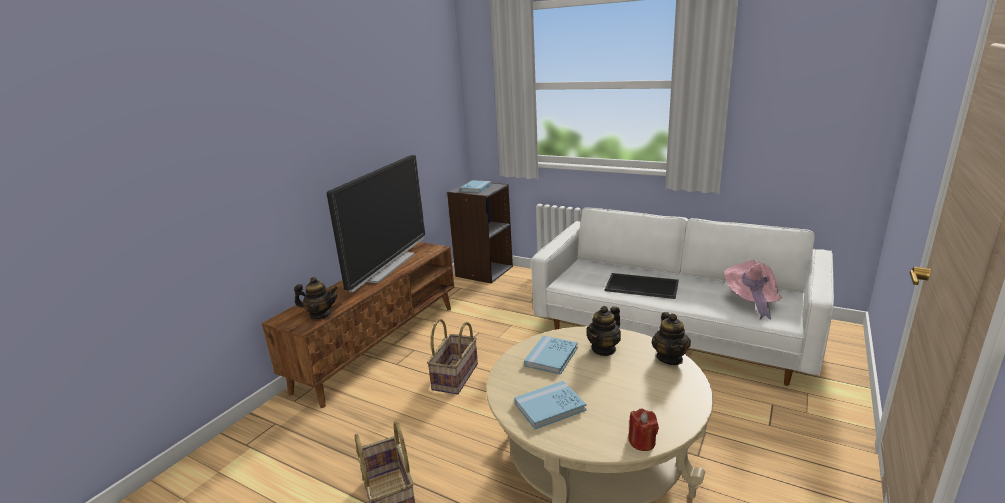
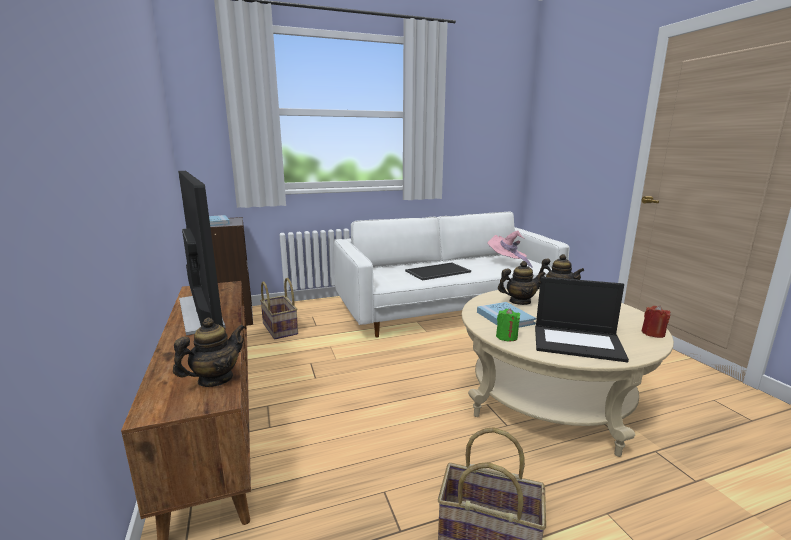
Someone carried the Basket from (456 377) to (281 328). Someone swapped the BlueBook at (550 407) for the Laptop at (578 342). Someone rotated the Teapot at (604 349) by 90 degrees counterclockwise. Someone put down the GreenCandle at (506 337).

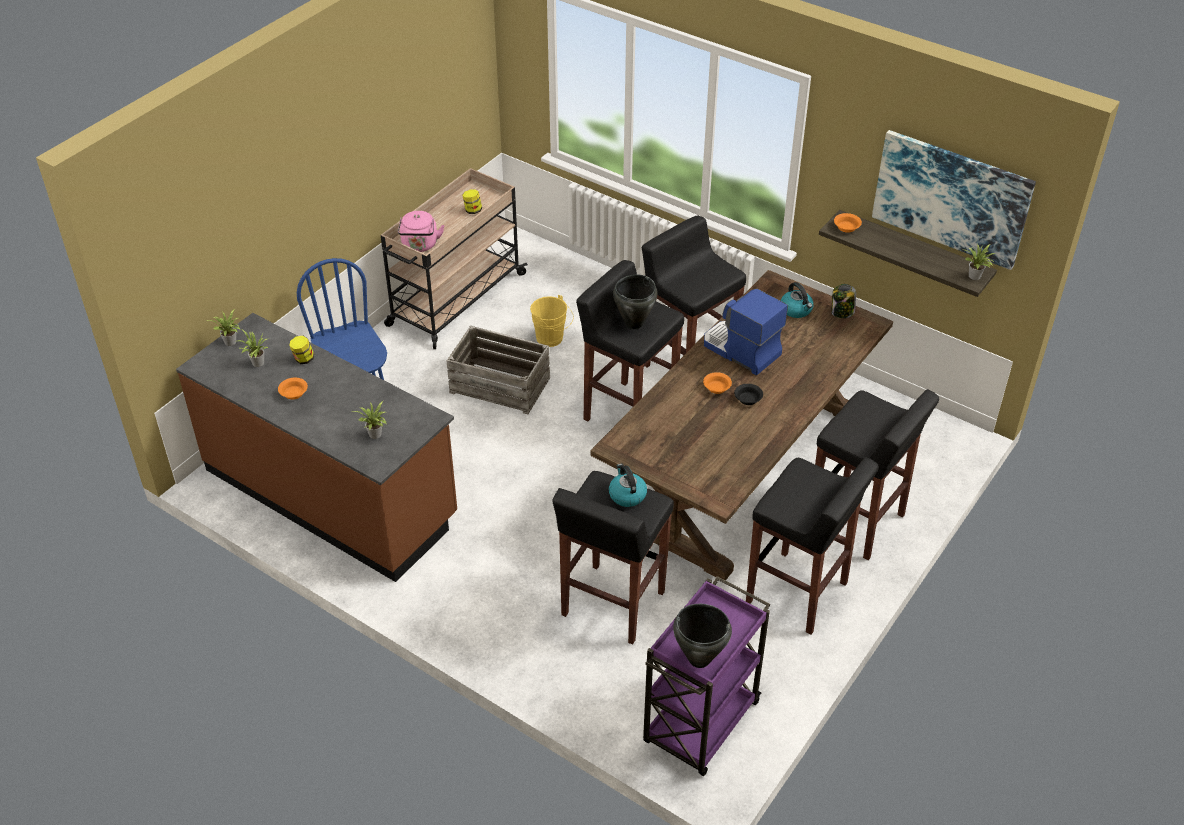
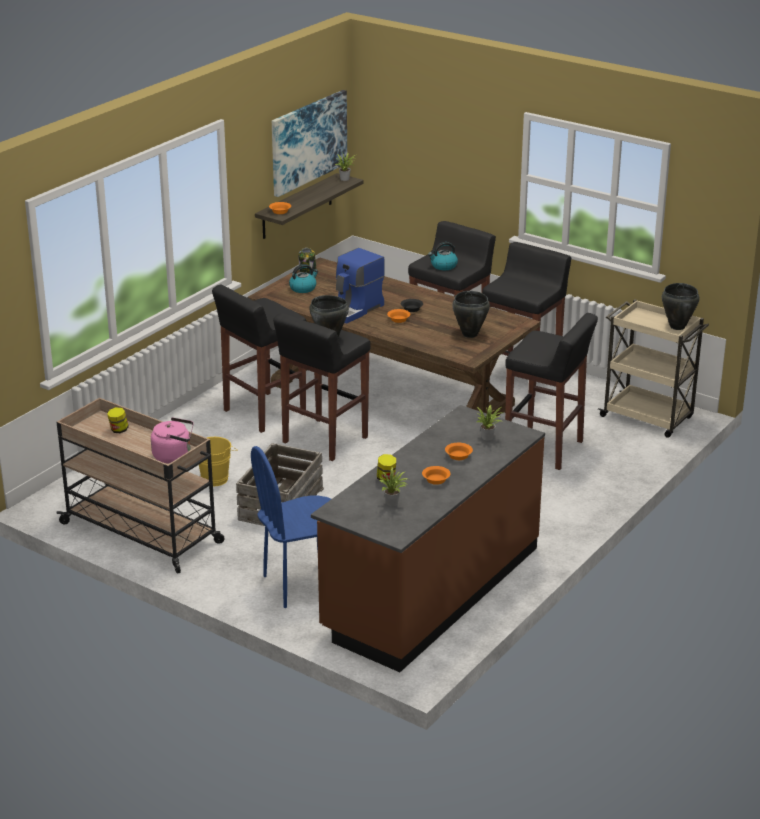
Someone took away the PottedPlant at (230 343). Someone carried the Kettle from (627 495) to (443 266). Someone repainted the PurpleCart at (700 725), which became the BeigeCart at (648 418). Someone put down the OrangeBowl at (457 456). Someone put down the BlackCookingPot at (469 334).

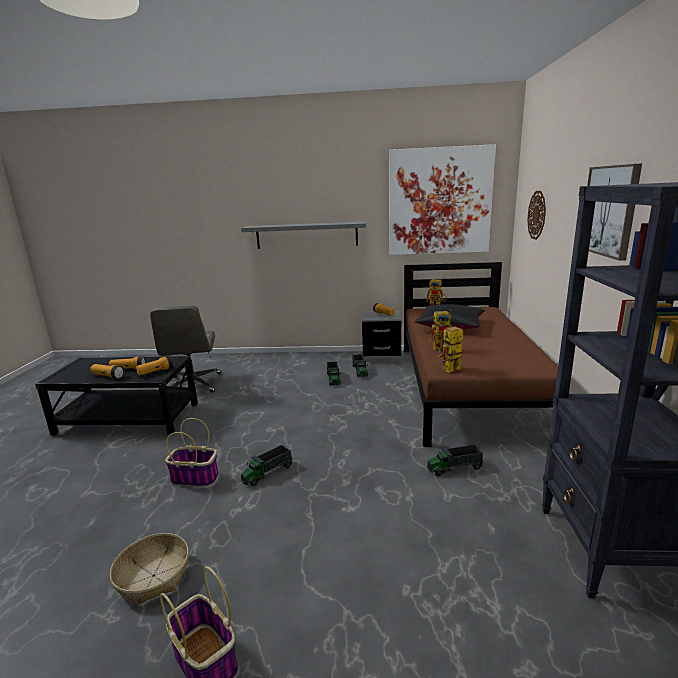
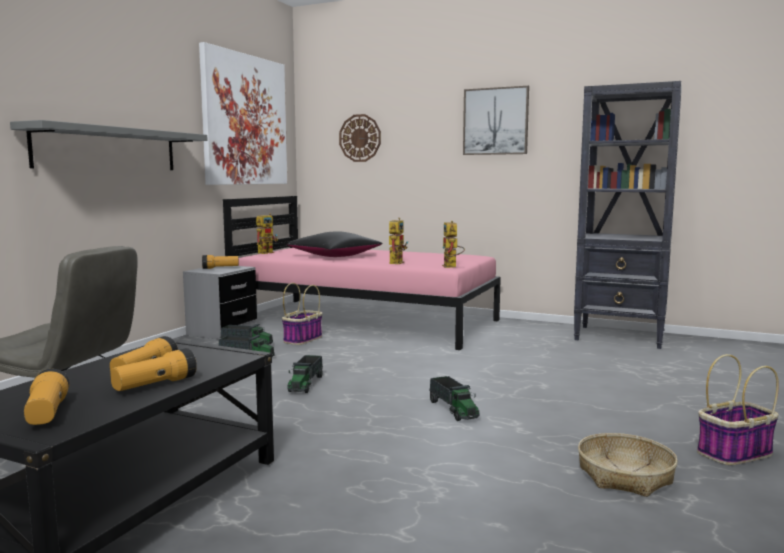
Someone carried the Flashlight from (156 371) to (47 413). Someone carried the Basket from (196 478) to (303 339). Someone repainted the BrownBed at (467 387), which became the PinkBed at (364 321). Someone carried the ToyTruck from (454 468) to (306 384).

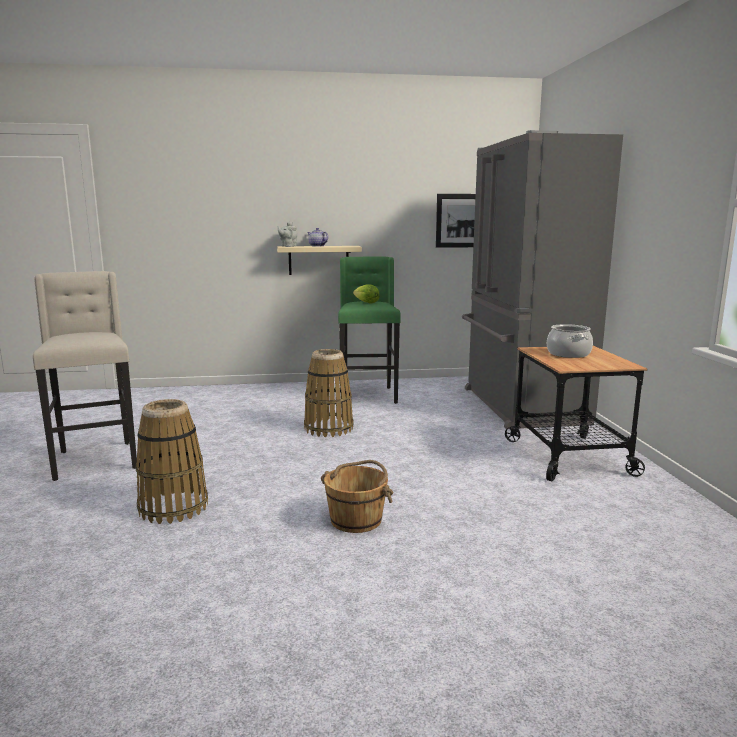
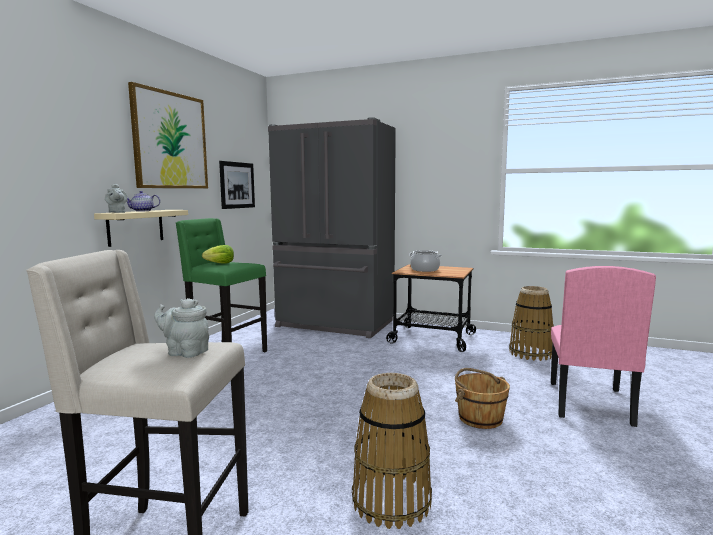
Someone carried the Basket from (329 428) to (531 353). Someone put up the Picture at (170 140). Someone put down the GreyTeapot at (185 352). Someone put down the PinkChair at (588 403).

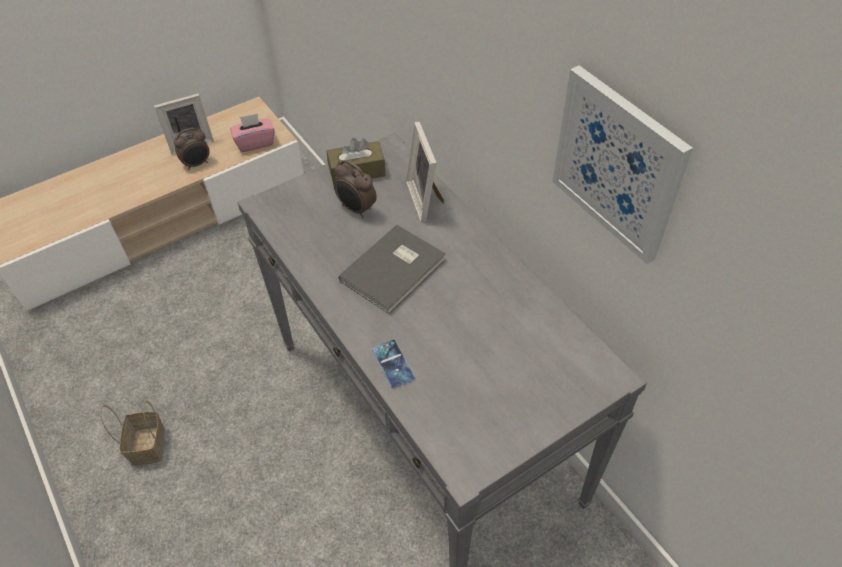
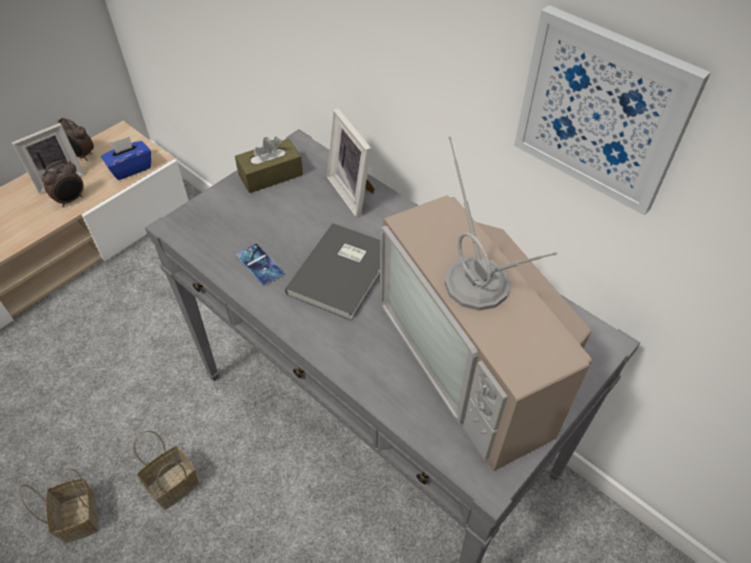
Someone repainted the PinkTissueBox at (255 143), which became the BlueTissueBox at (131 168). Someone carried the AlarmClock from (356 209) to (81 156). Someone carried the Phone from (393 364) to (260 264). Someone put down the Basket at (173 487). Someone put down the Television at (476 361).

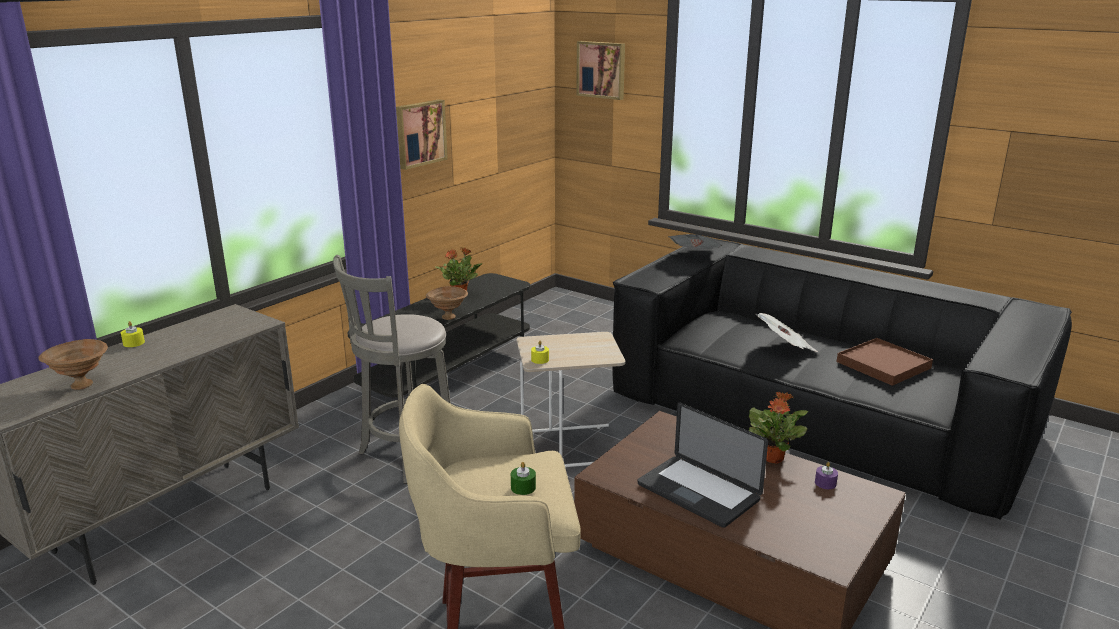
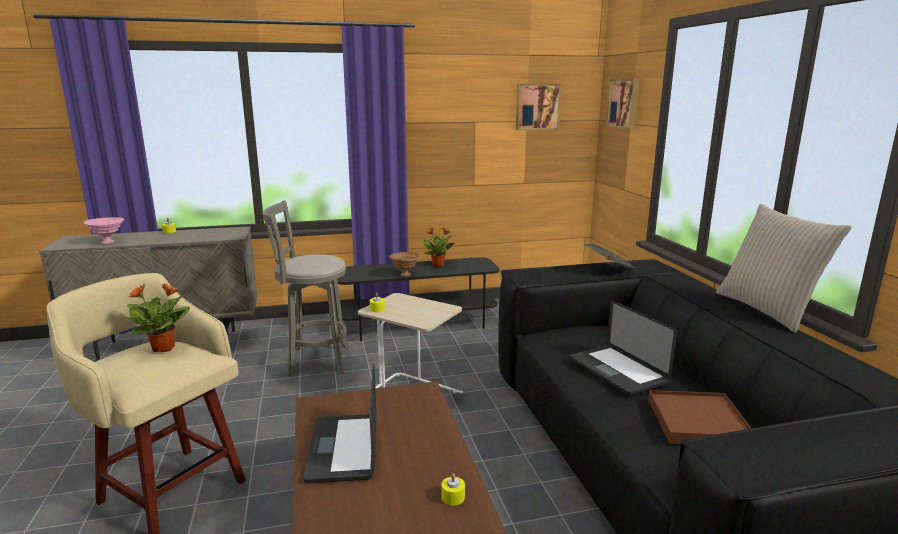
Someone repainted the BrownBowl at (80 385), which became the PinkBowl at (107 242). Someone carried the Picture from (419 133) to (537 106). Someone took away the GreenCandle at (523 487). Someone carried the PottedPlant from (773 457) to (164 348). Someone swapped the Newspaper at (785 347) for the Laptop at (617 371). Someone repainted the PurpleCandle at (825 483), which became the YellowCandle at (453 497). Someone put down the BeigePillow at (768 310).

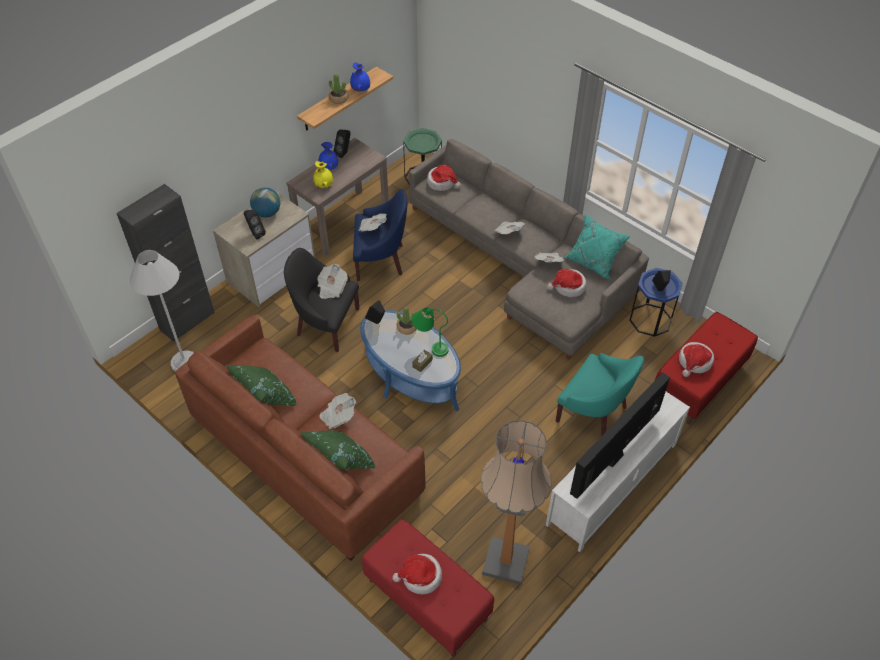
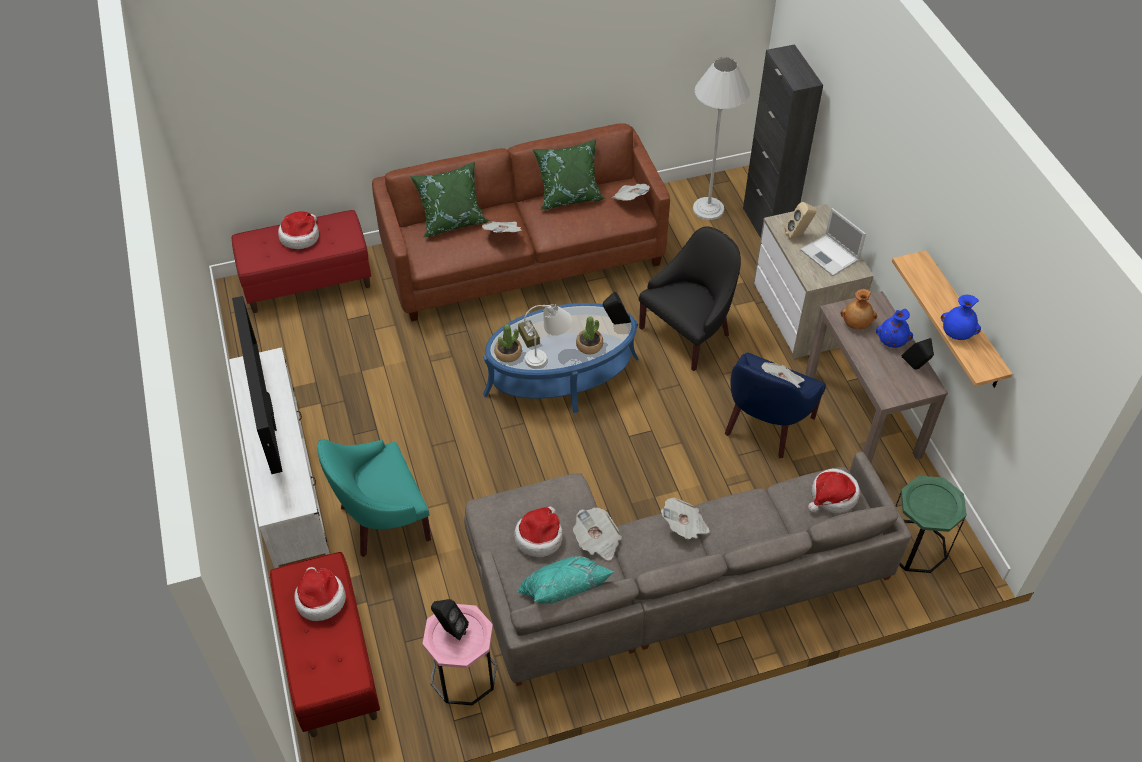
Someone repainted the BlackSpeaker at (255 234), which became the BeigeSpeaker at (798 235). Someone swapped the Globe at (267 213) for the Laptop at (830 255). Someone repainted the YellowVase at (324 185), which became the BrownVase at (856 324). Someone carried the Newspaper from (331 288) to (631 199). Someone carried the PottedPlant from (338 99) to (508 353). Someone repainted the GreenTableLamp at (430 345), which became the WhiteTableLamp at (549 354). Someone took away the FloorLamp at (506 561). Someone repainted the BlueSideTable at (650 320), which became the PinkSideTable at (463 674).

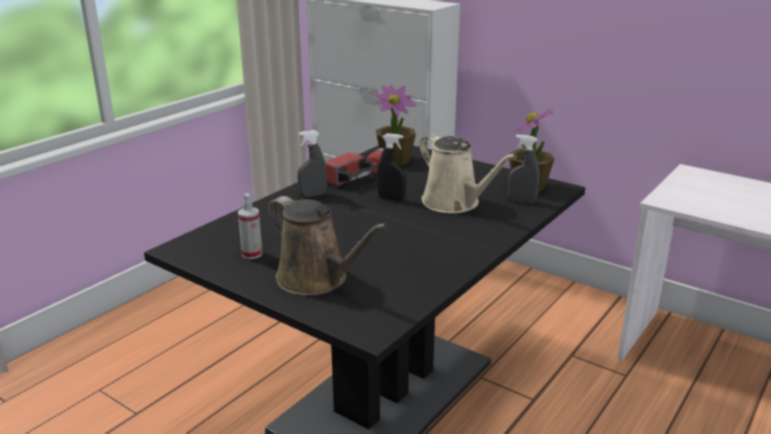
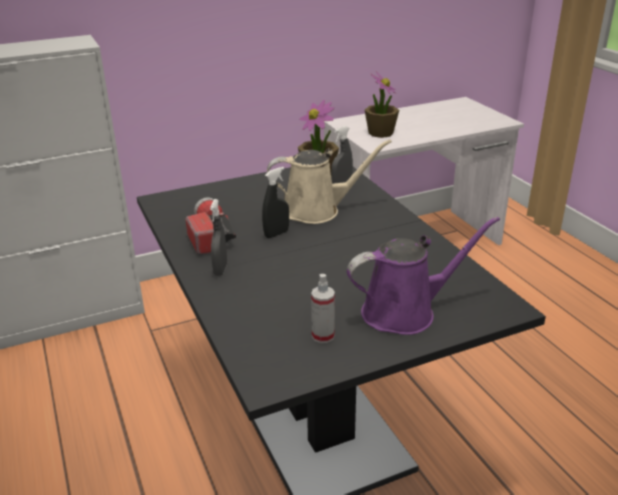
Someone repainted the BrownWateringCan at (317 280), which became the PurpleWateringCan at (405 312). Someone carried the PottedPlant from (395 160) to (380 133).

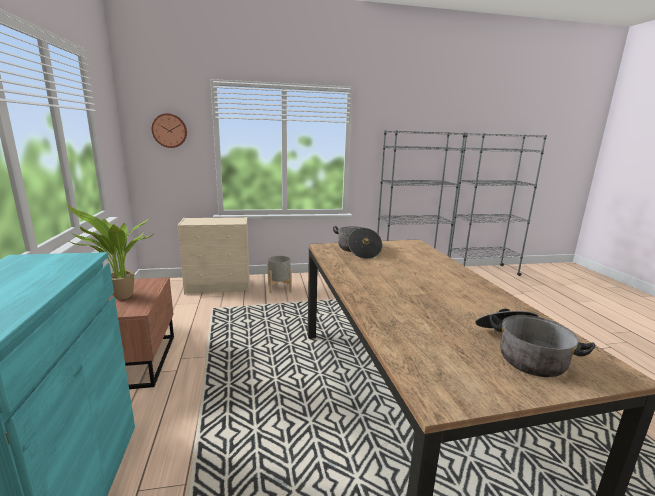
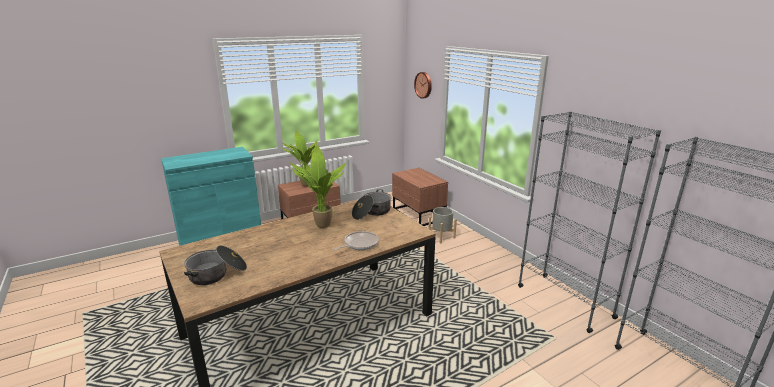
Someone swapped the BeigeDresser at (219 287) for the BrownNightstand at (418 215). Someone put down the PottedPlant at (320 225). Someone put down the FryingPan at (359 244).

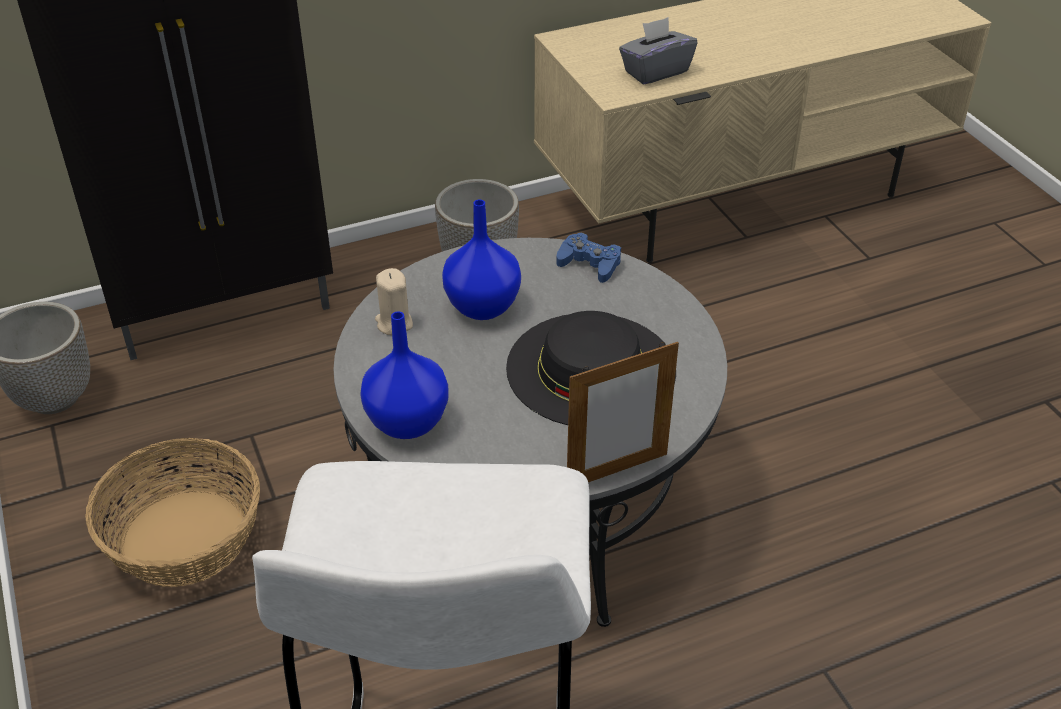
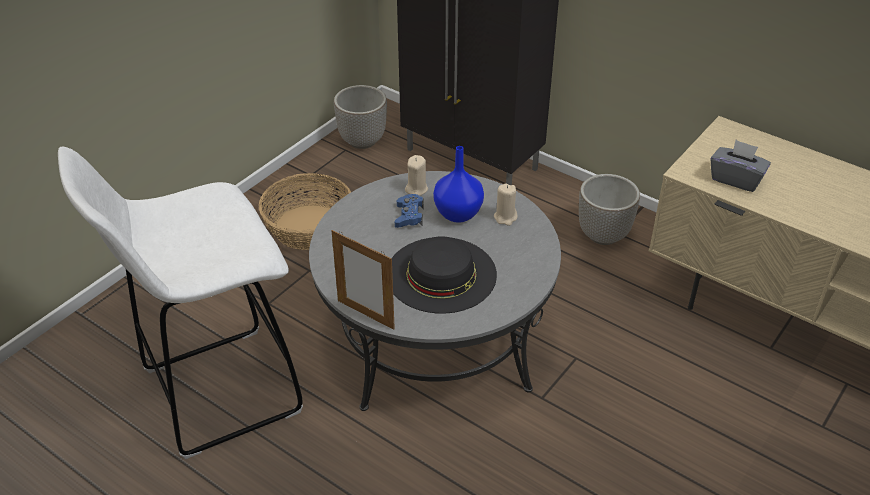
Someone took away the BlueVase at (408 424). Someone carried the BlueGameController from (589 263) to (409 216). Someone put down the BeigeCandle at (505 217).

